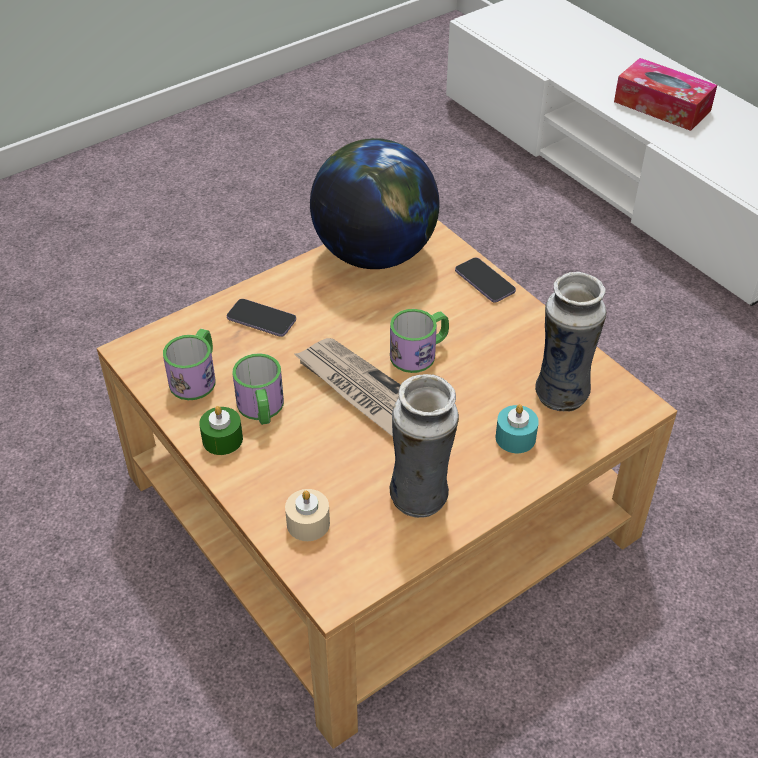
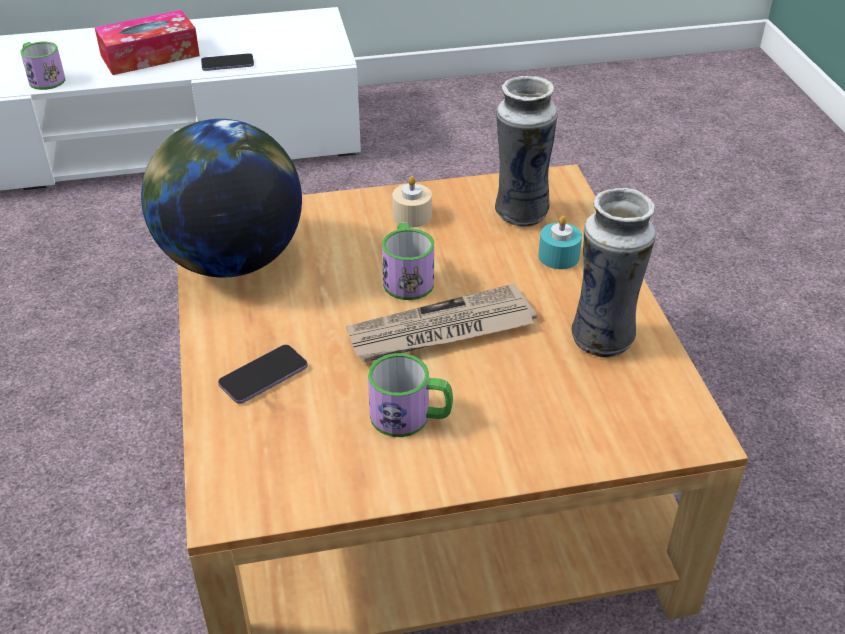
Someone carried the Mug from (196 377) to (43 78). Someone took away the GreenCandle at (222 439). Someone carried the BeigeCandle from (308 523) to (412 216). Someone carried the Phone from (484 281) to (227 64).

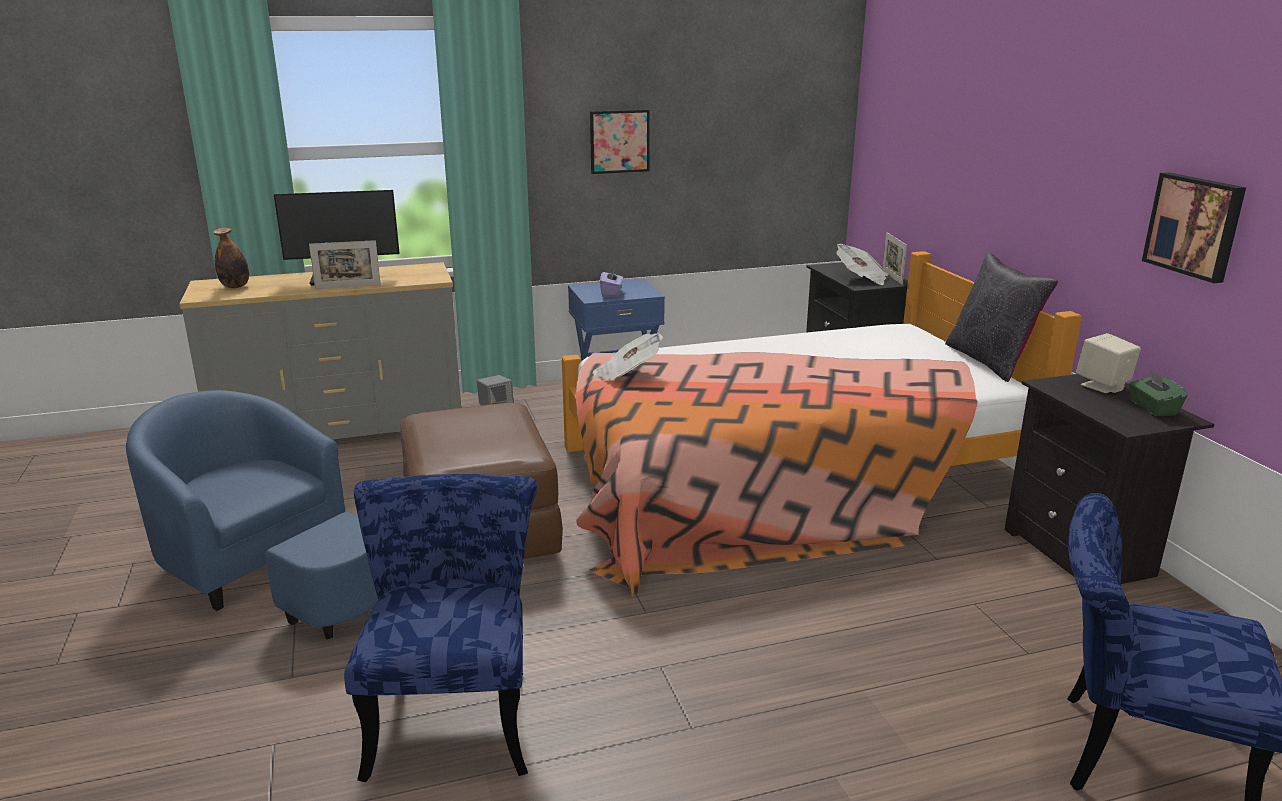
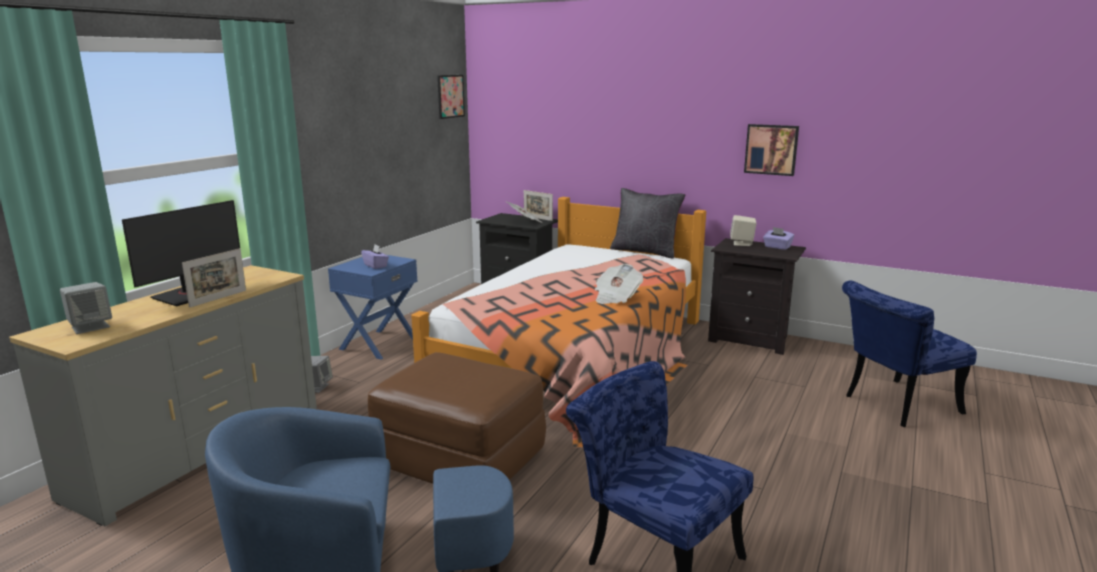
Someone swapped the Bottle at (235 287) for the GreySpeaker at (90 327). Someone carried the Picture from (619 141) to (450 96). Someone carried the Newspaper from (627 374) to (616 297). Someone repainted the GreenTissueBox at (1152 408), which became the PurpleTissueBox at (777 247).

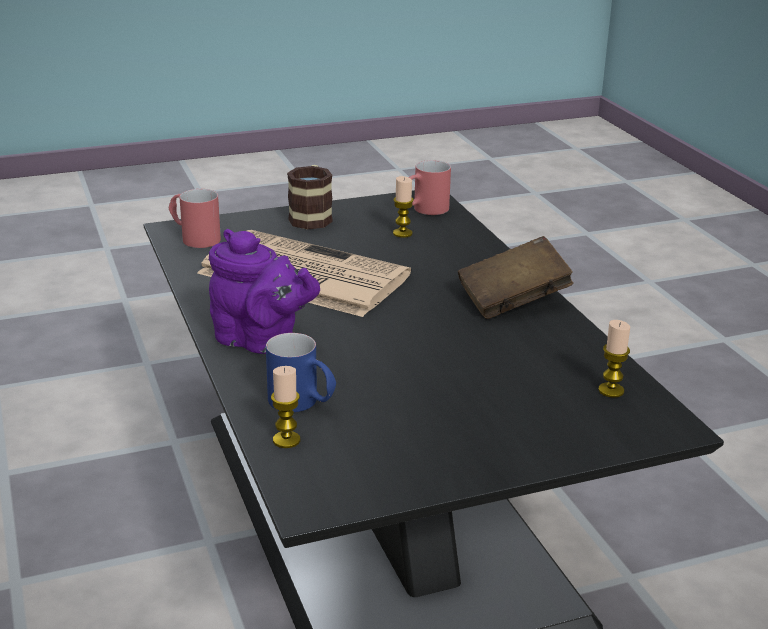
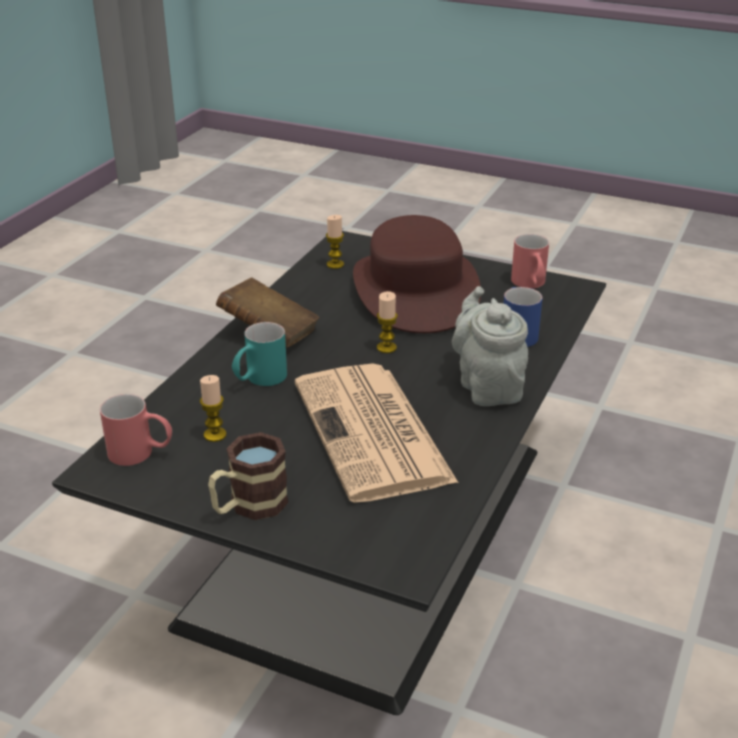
Someone carried the RedMug from (194 238) to (530 285). Someone repainted the PurpleTeapot at (261 341), which became the GreyTeapot at (488 386). Someone carried the Candle from (286 440) to (386 348). Someone put down the TurquoiseMug at (259 380). Someone put down the BrownHat at (415 291).

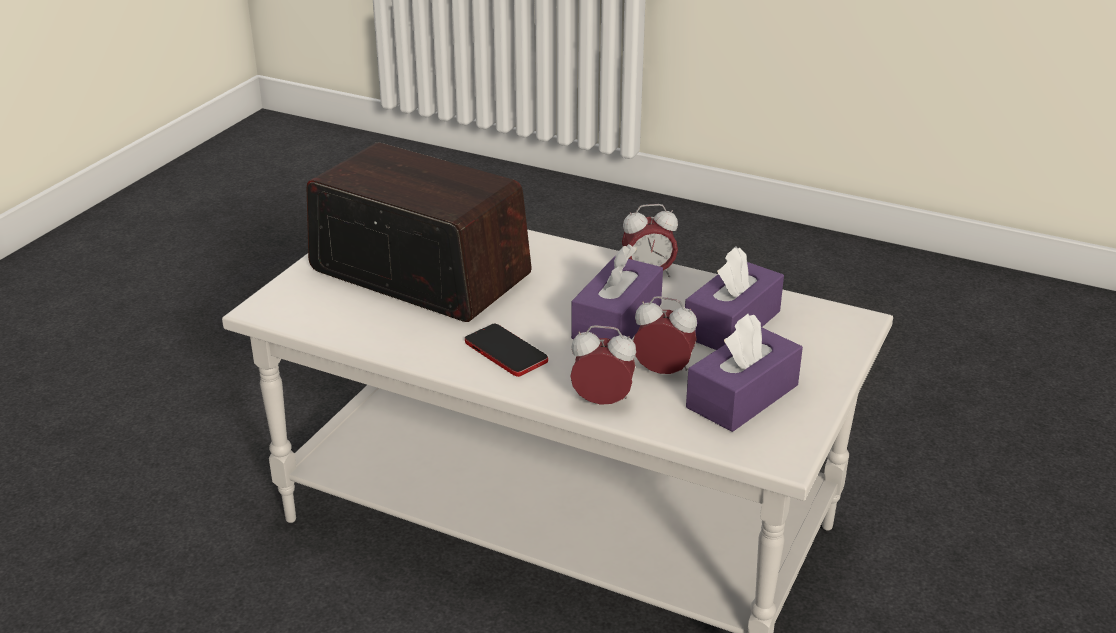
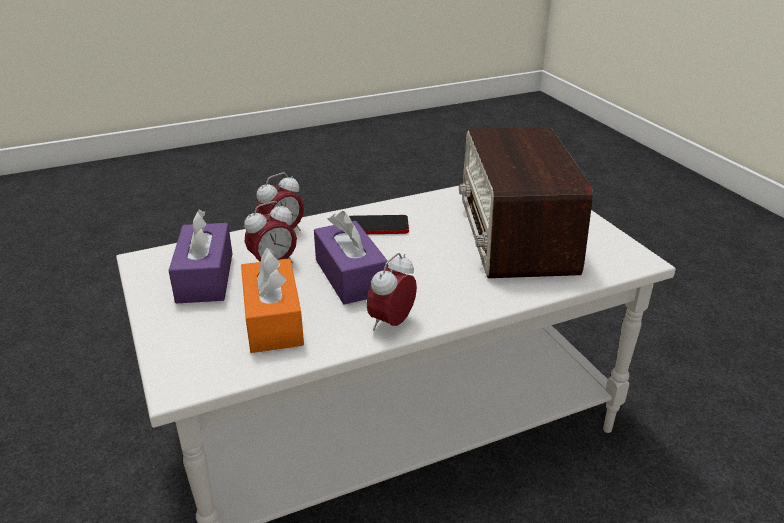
Someone rotated the Radio at (418 272) by 105 degrees clockwise. Someone repainted the PurpleTissueBox at (732 324), which became the OrangeTissueBox at (273 320).

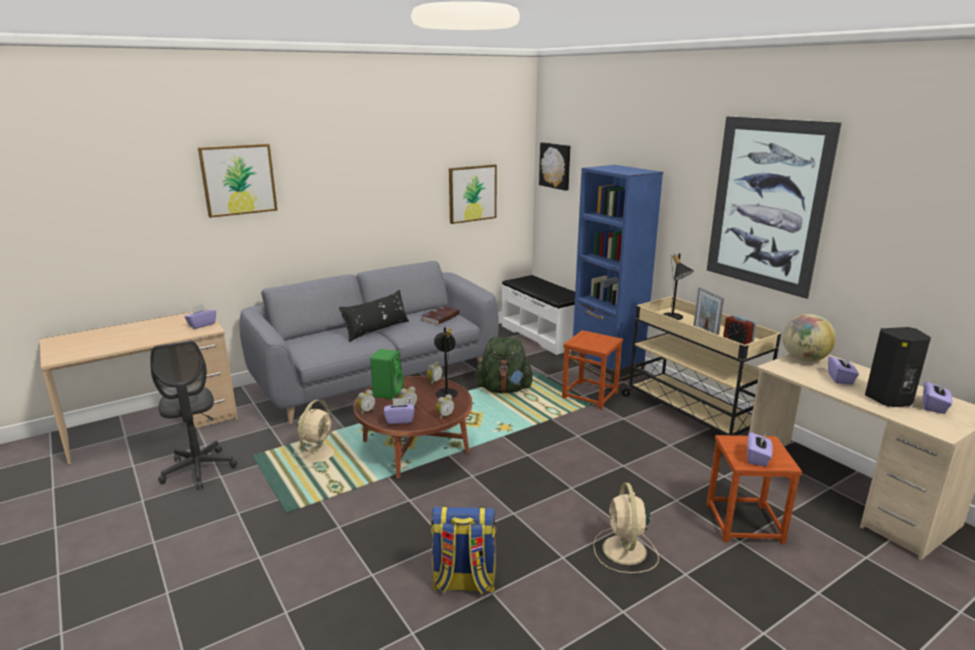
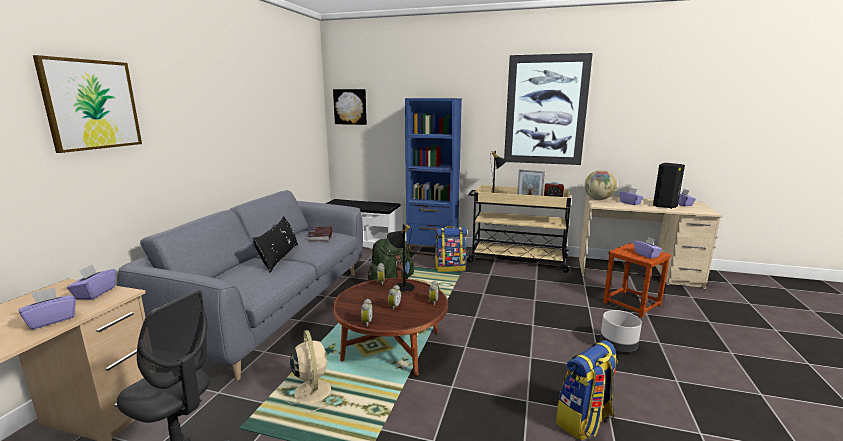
Someone took away the GreenSpeaker at (388 392). Someone carried the PurpleTissueBox from (399 420) to (51 320). Someone took away the Picture at (472 193). Someone swapped the BrownStool at (590 395) for the Backpack at (450 268). Someone swapped the BeigeFan at (624 551) for the GreyPlanter at (618 346).

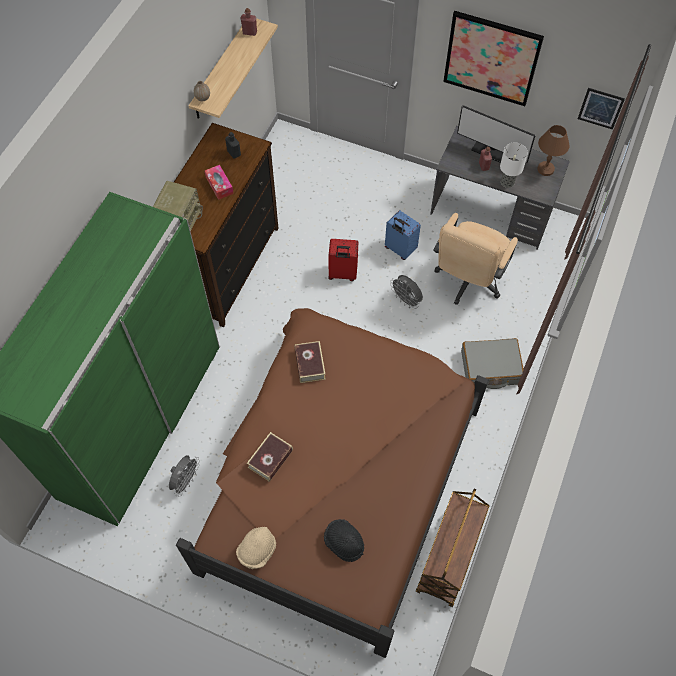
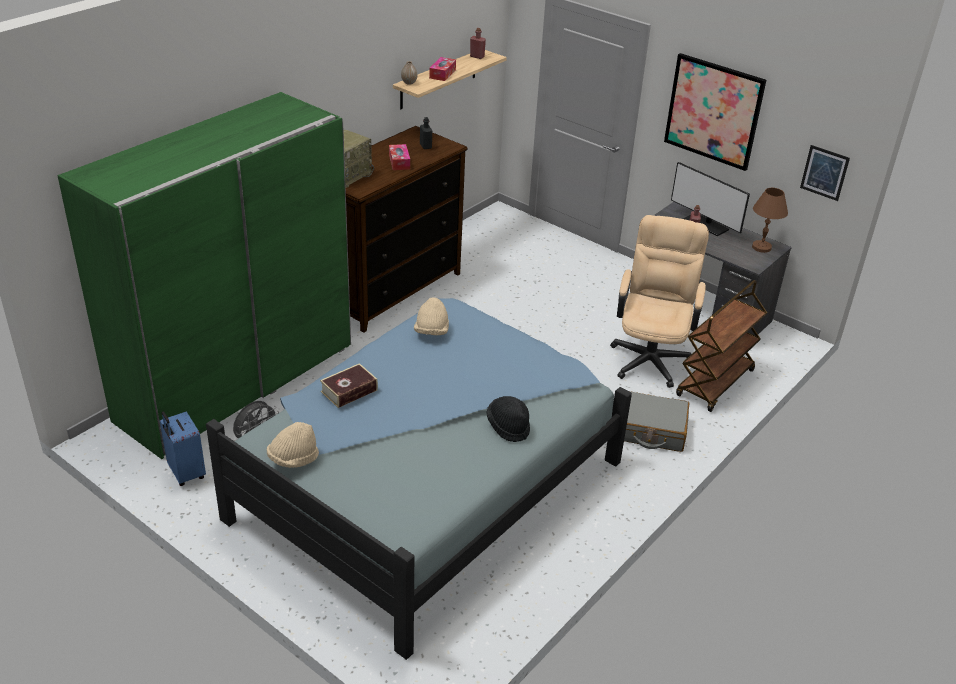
Someone repainted the BrownBed at (335 478), which became the BlueBed at (425 479). Someone swapped the Book at (310 364) for the BeigeHat at (431 332). Someone carried the BlackHat from (344 542) to (508 427). Someone took away the RedSuitcase at (342 274). Someone carried the BlueSuitcase from (399 249) to (185 473). Someone took away the GreyFan at (406 300). Someone carried the BrownCart from (448 559) to (715 384). Someone rotated the BeigeOfficeChair at (467 281) by 150 degrees clockwise. Someone took away the TableLamp at (507 182). Someone put down the TissueBox at (442 74).

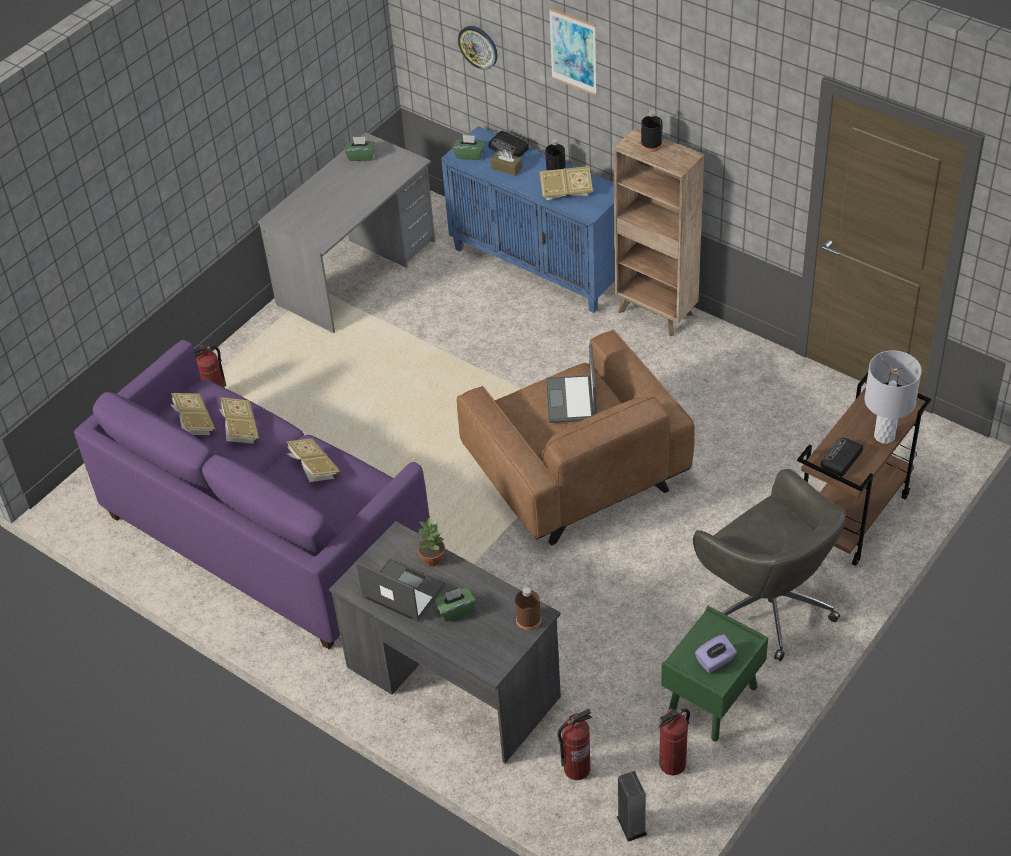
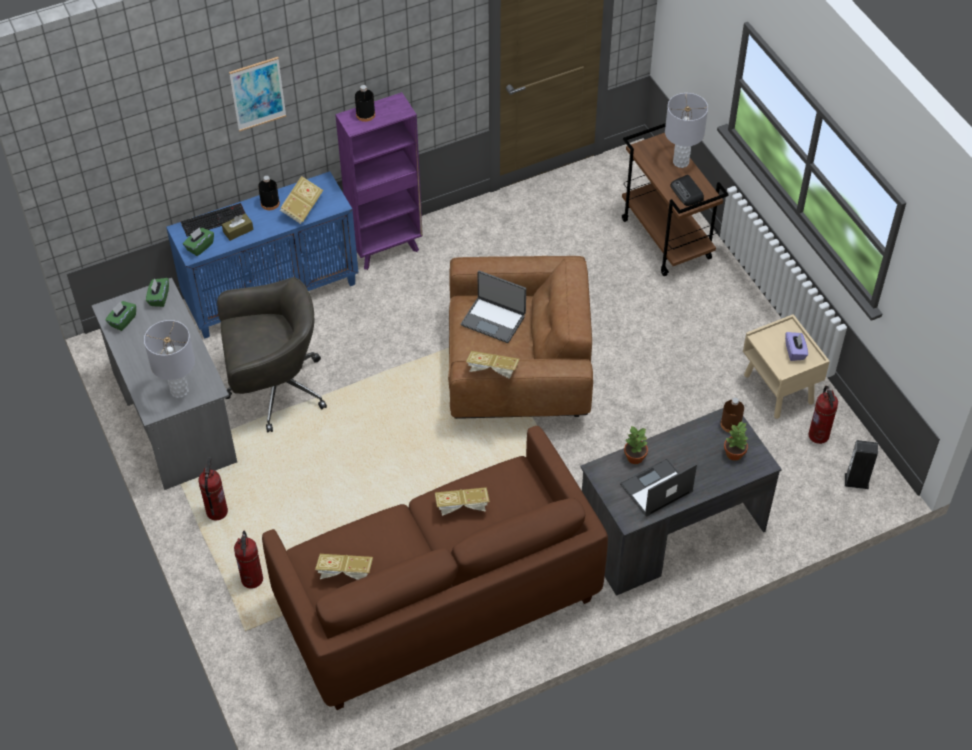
Someone repainted the PurpleSofa at (265 534), which became the BrownSofa at (437 600). Someone carried the Book from (240 429) to (492 371). Someone carried the GreenTissueBox from (455 610) to (159 298). Someone took away the WallClock at (478 46). Someone swapped the Radio at (508 148) for the Keyboard at (214 219). Someone carried the FireExtinguisher from (577 768) to (216 511). Someone repainted the BrownBookcase at (656 313), which became the PurpleBookcase at (386 248). Someone repainted the GreenNightstand at (712 702), which became the BeigeNightstand at (779 389). Someone carried the GreyOfficeChair from (767 604) to (274 389). Someone put down the GreyTableLamp at (179 391). Someone put down the PottedPlant at (734 454).

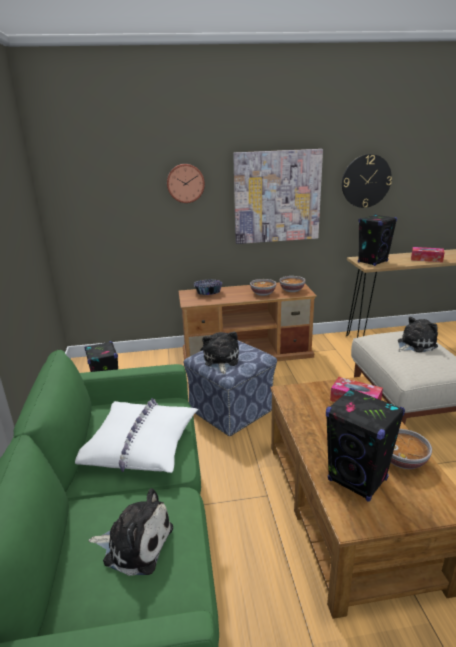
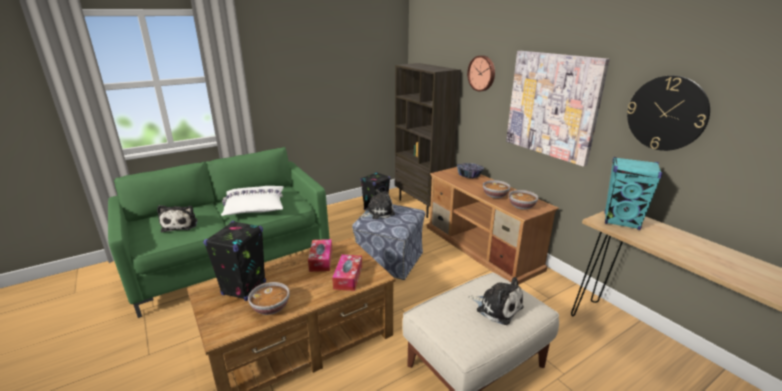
Someone repainted the BlackSpeaker at (372 262), which became the TurquoiseSpeaker at (621 221). Someone carried the TissueBox from (426 259) to (321 260). Someone put down the BrownBookcase at (422 206).

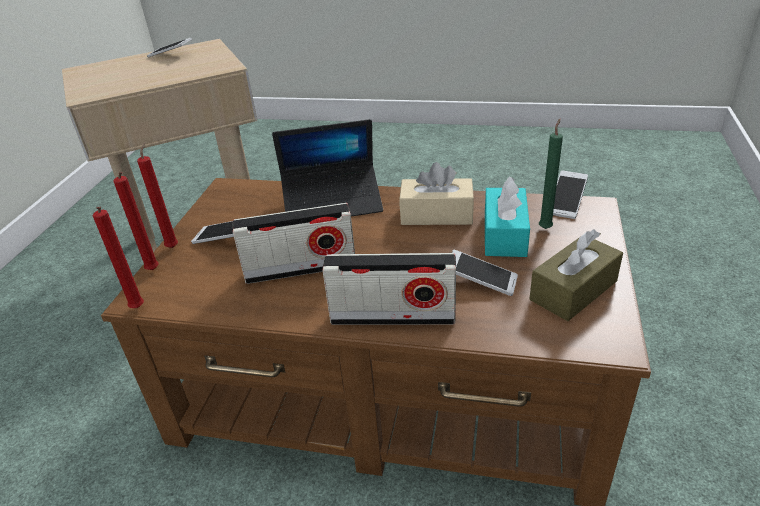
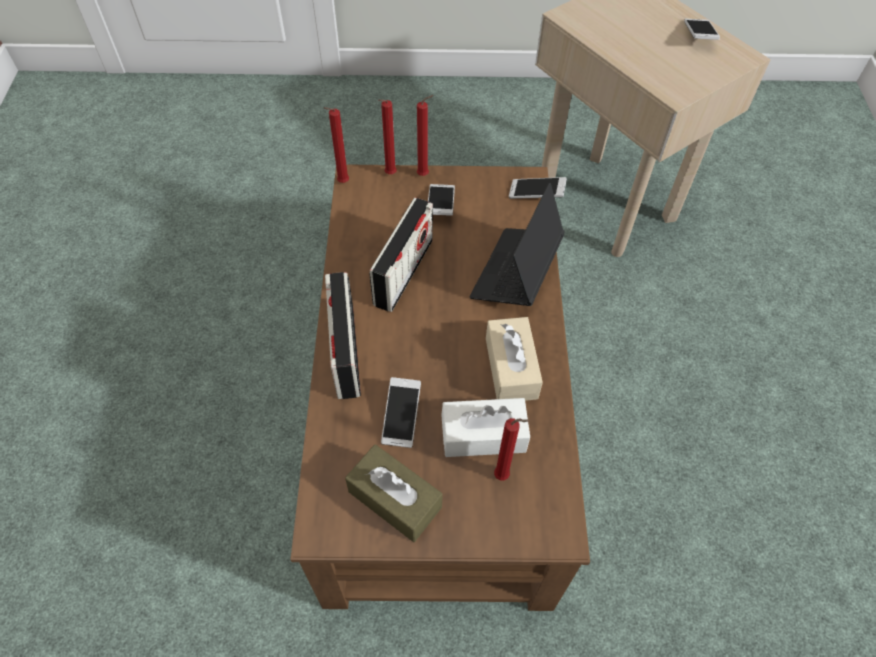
Someone rotated the Radio at (300 269) by 135 degrees counterclockwise. Someone rotated the Laptop at (332 203) by 45 degrees clockwise. Someone repainted the TurquoiseTissueBox at (504 234), which became the WhiteTissueBox at (483 435). Someone repainted the GreenCandle at (545 227), which became the RedCandle at (504 476). Someone carried the Phone from (566 202) to (536 194).

